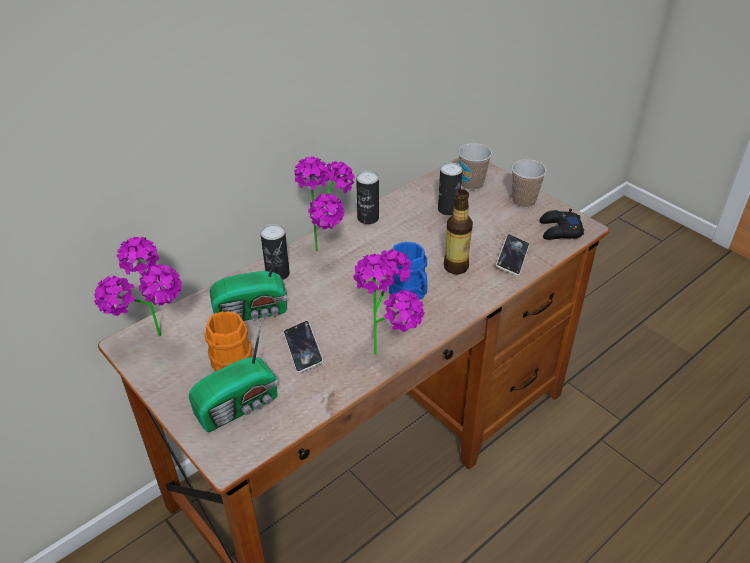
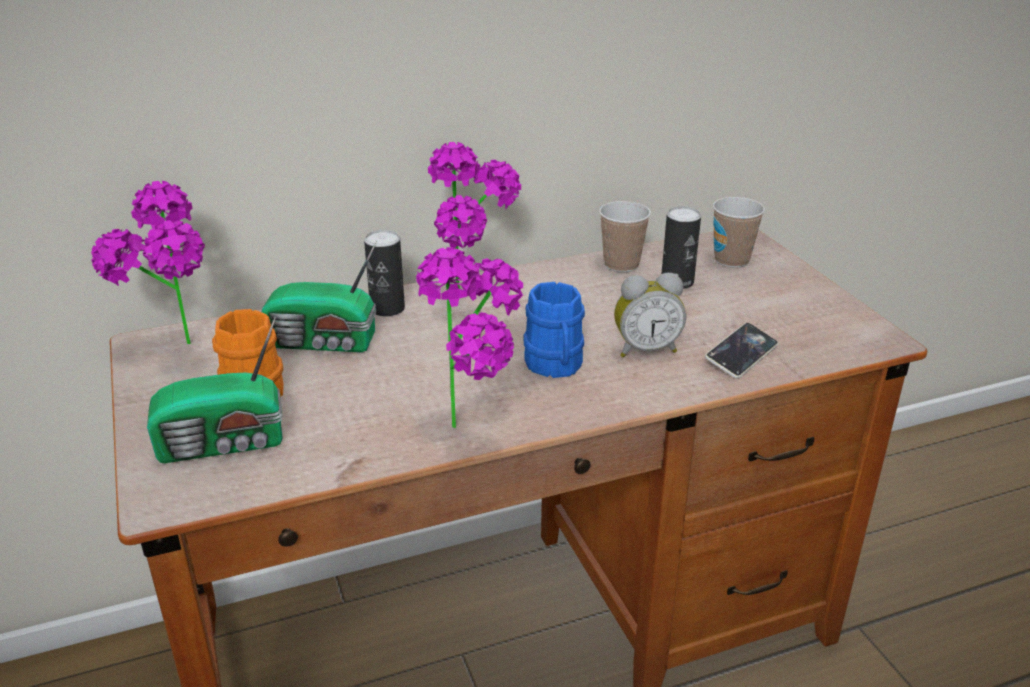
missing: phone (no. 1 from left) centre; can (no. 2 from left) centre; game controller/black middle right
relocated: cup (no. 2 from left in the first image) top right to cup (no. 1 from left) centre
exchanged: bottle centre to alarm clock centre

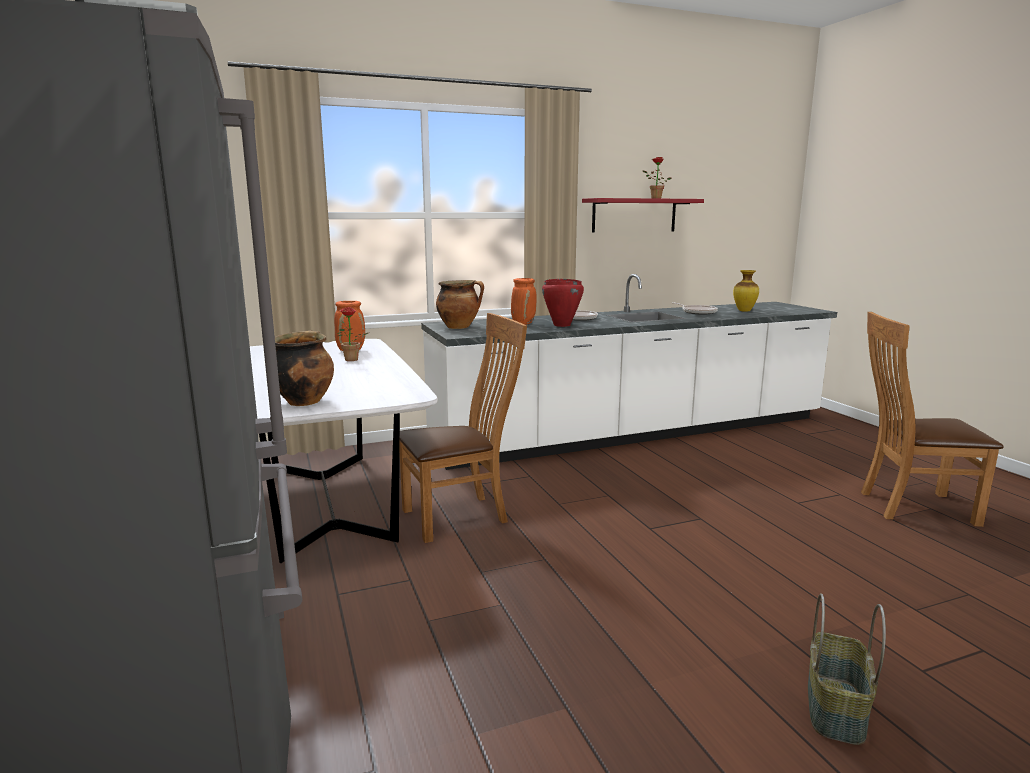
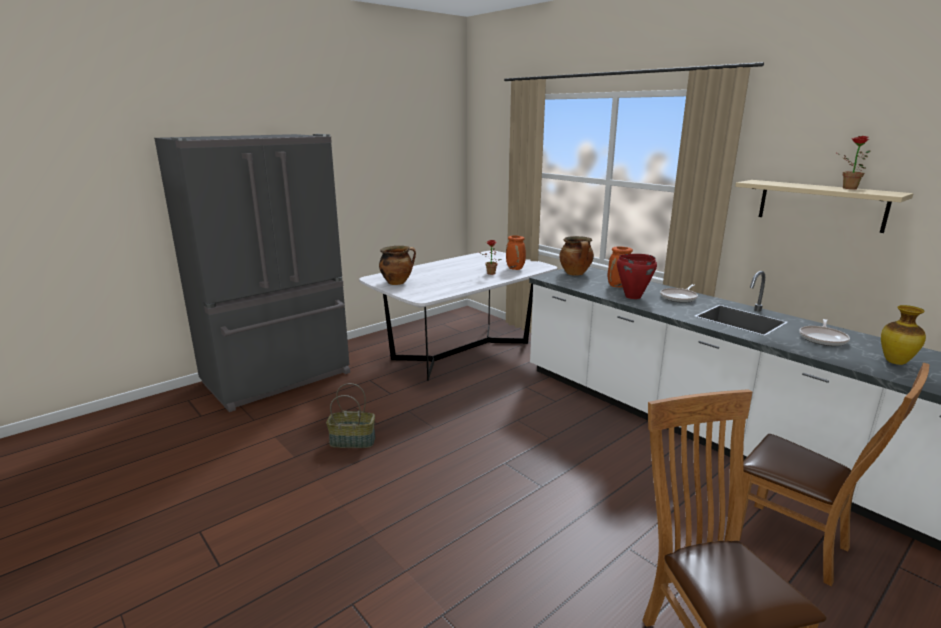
relocated: chair/brown (no. 1 from left in the first image) centre to chair/brown (no. 2 from left) bottom right; basket bottom right to centre
colour: shelf/red top centre to shelf/beige top right

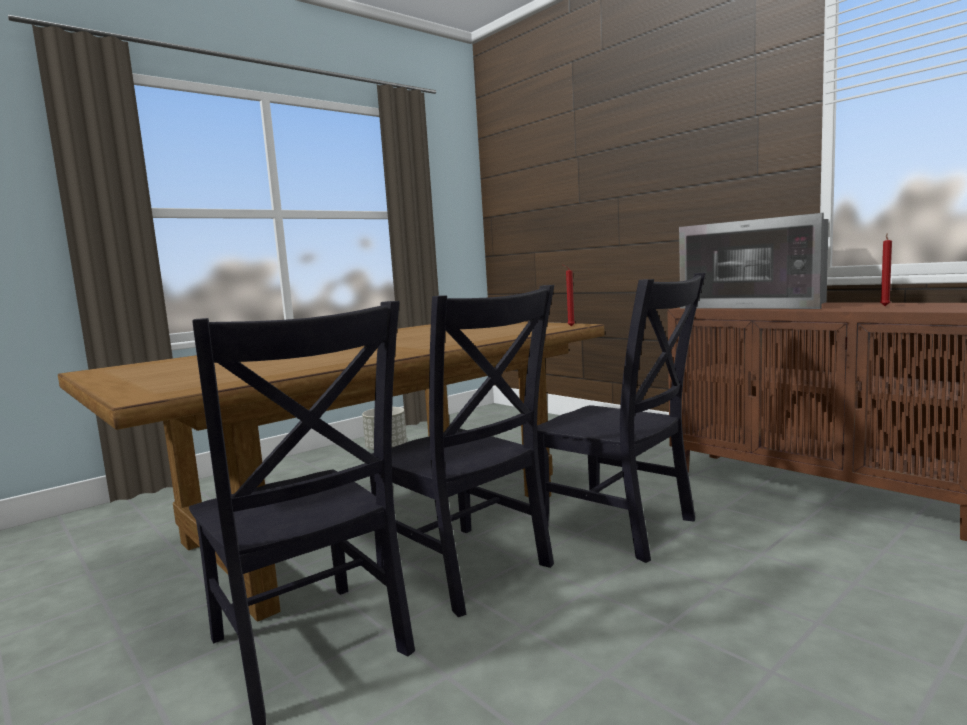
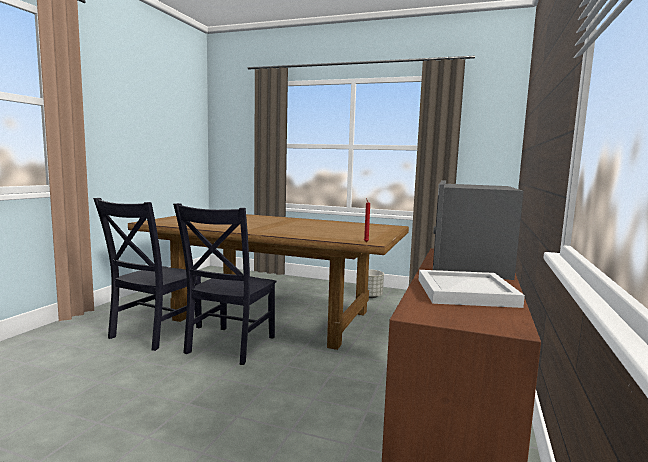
missing: chair/black (no. 3 from left) centre
exchanged: candle/red (no. 2 from left) middle right to tray/white middle right

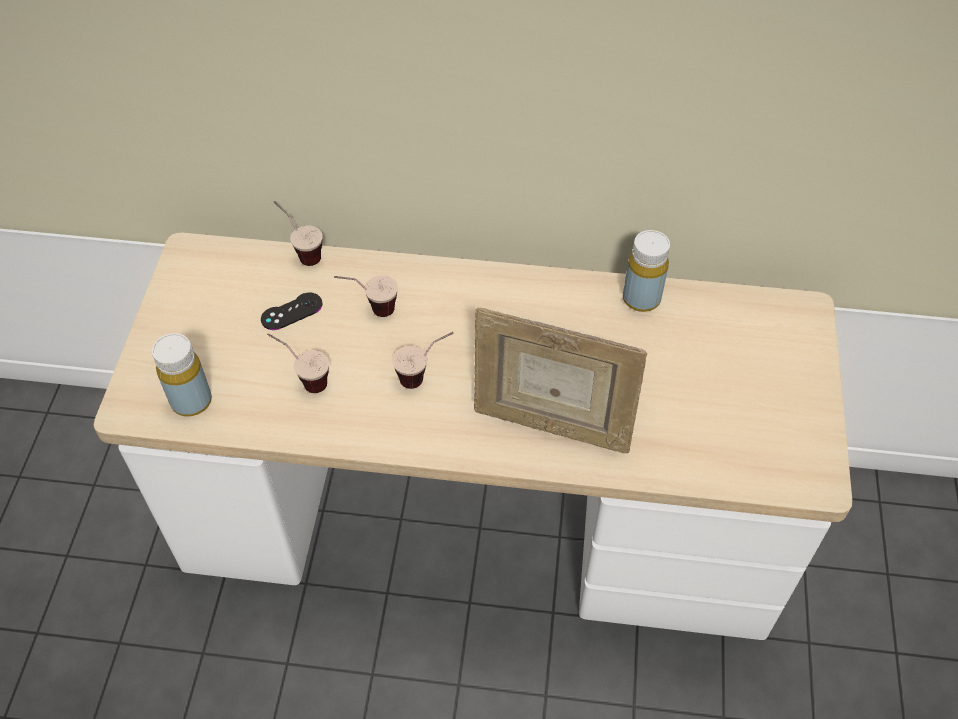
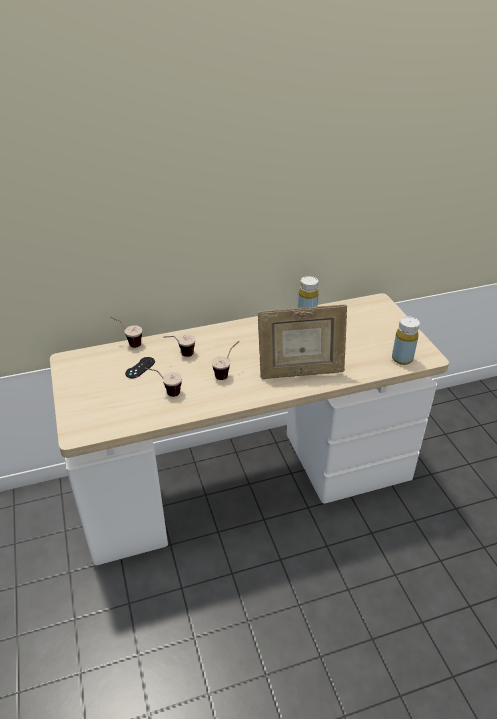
relocated: bottle/yellow (no. 1 from left in the first image) middle left to bottle/yellow (no. 2 from left) middle right

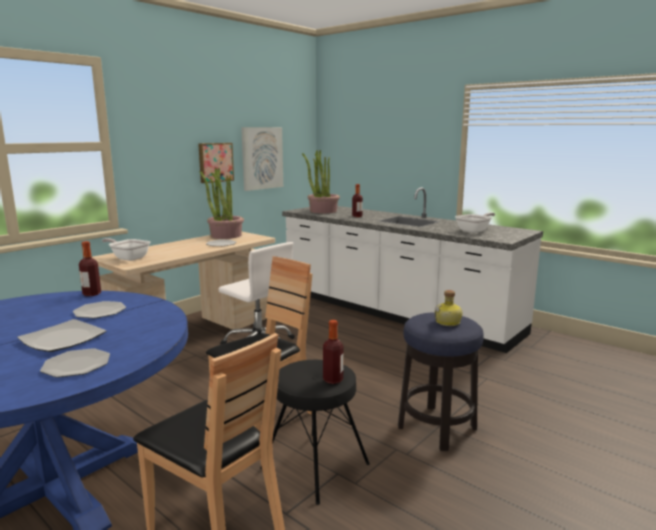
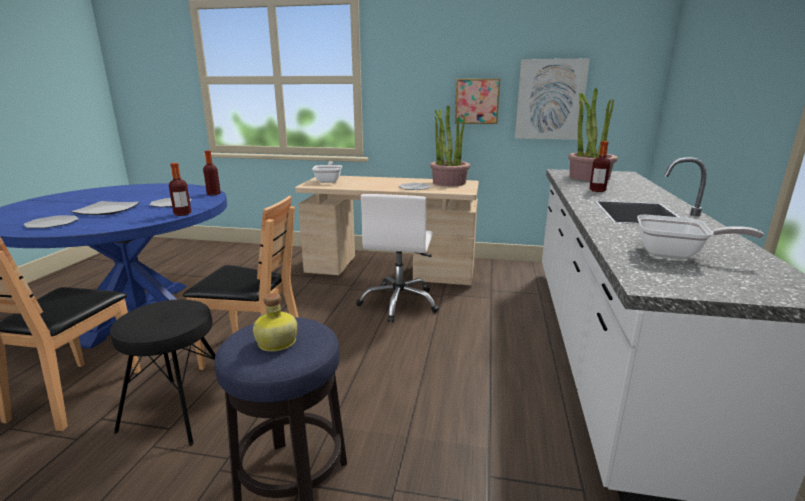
relocated: bottle (no. 2 from left in the first image) centre to bottle (no. 1 from left) middle left

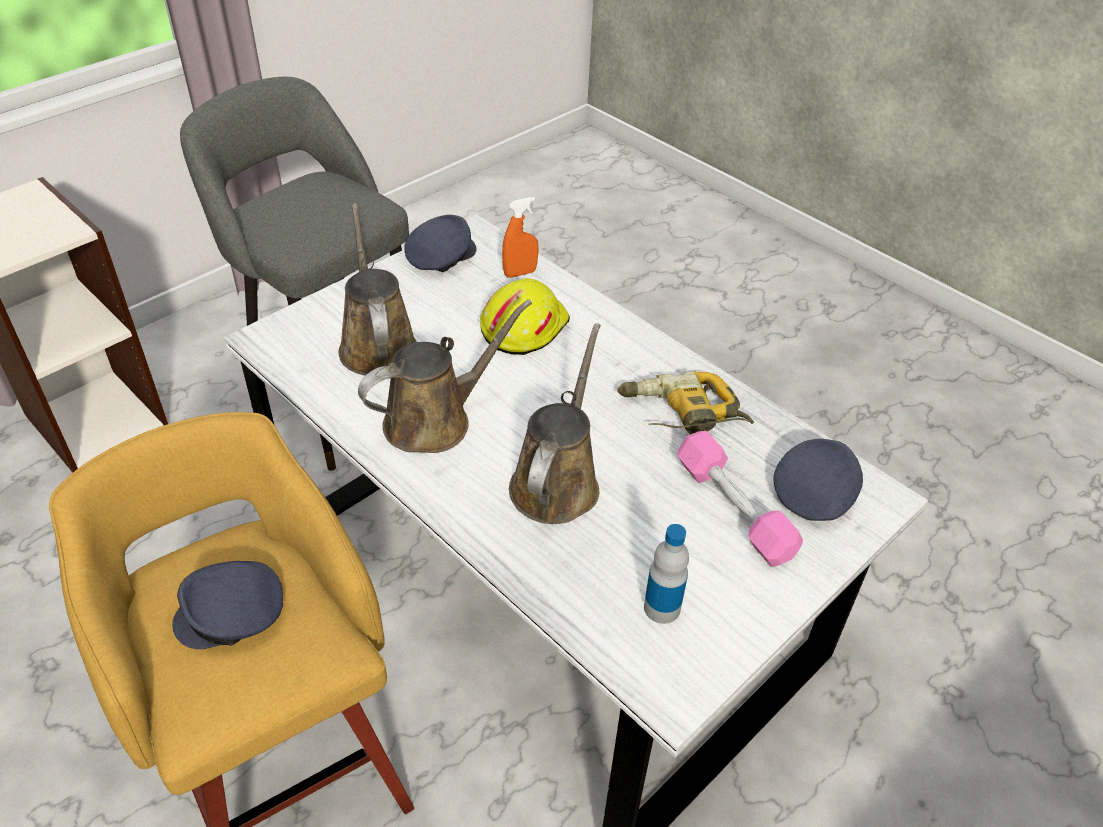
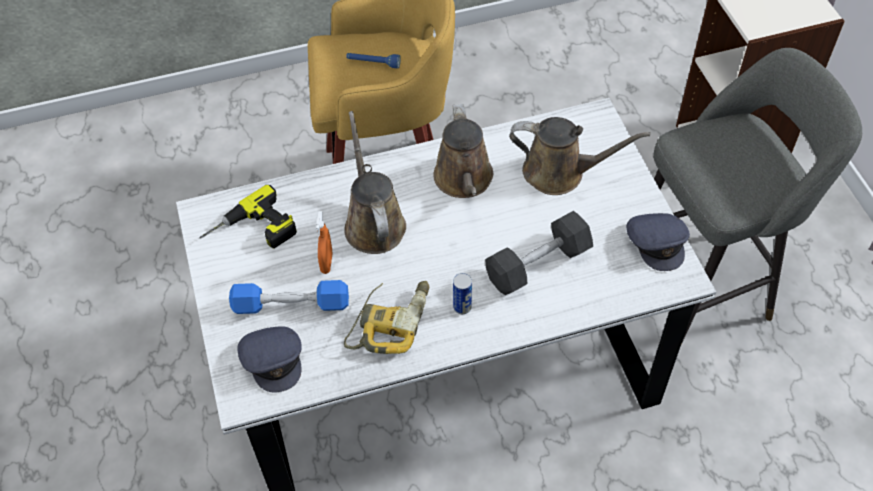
appeared: can centre
relocated: spray bottle/orange top centre to centre
exchanged: cap/grey (no. 1 from left) bottom left to flashlight/blue top centre; hard hat/yellow centre to dumbbell/grey centre; bottle bottom centre to power drill (no. 1 from left) middle left
colour: dumbbell/pink middle right to dumbbell/blue middle left
spun: watering can/brown (no. 3 from left in the first image) centre = centre 150 degrees counterclockwise

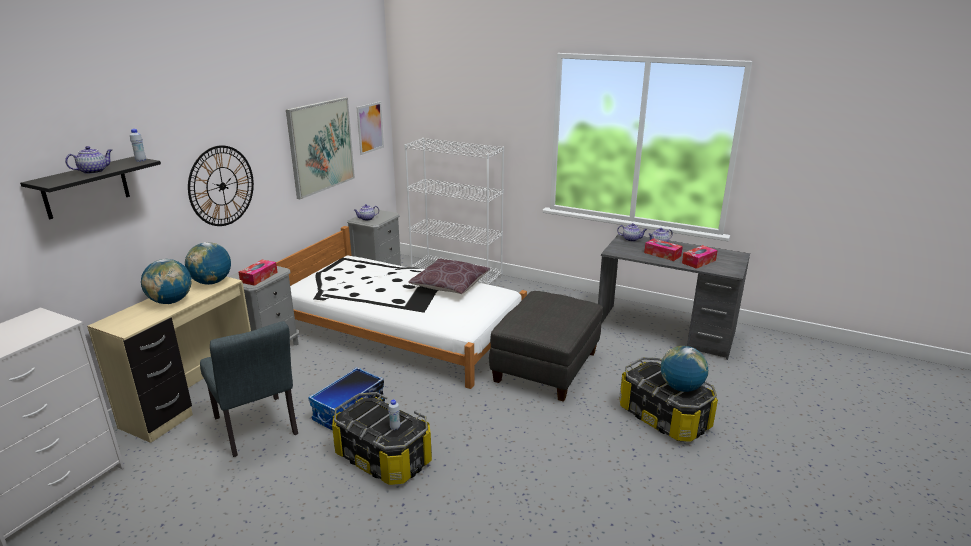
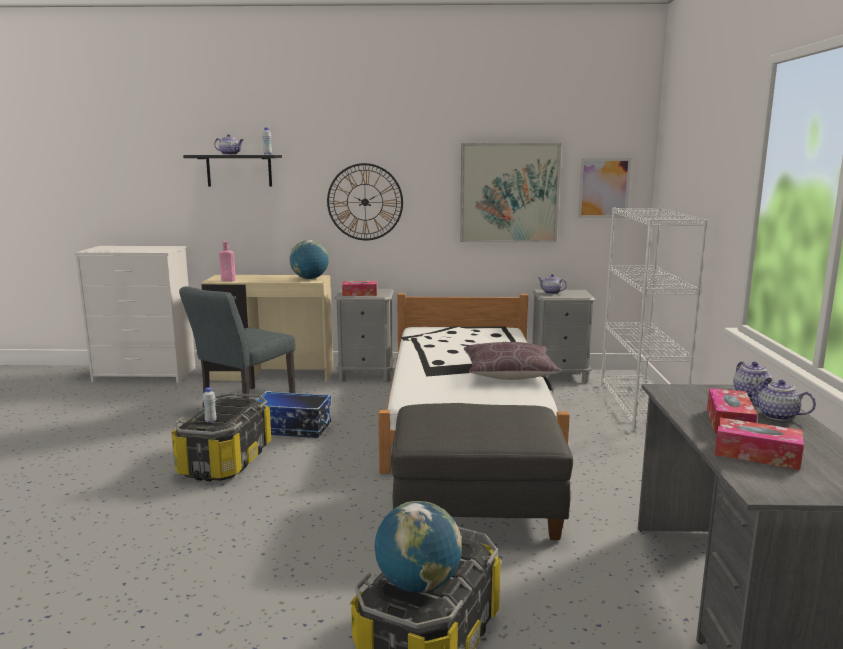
missing: globe (no. 1 from left) middle left
appeared: bottle/pink middle left

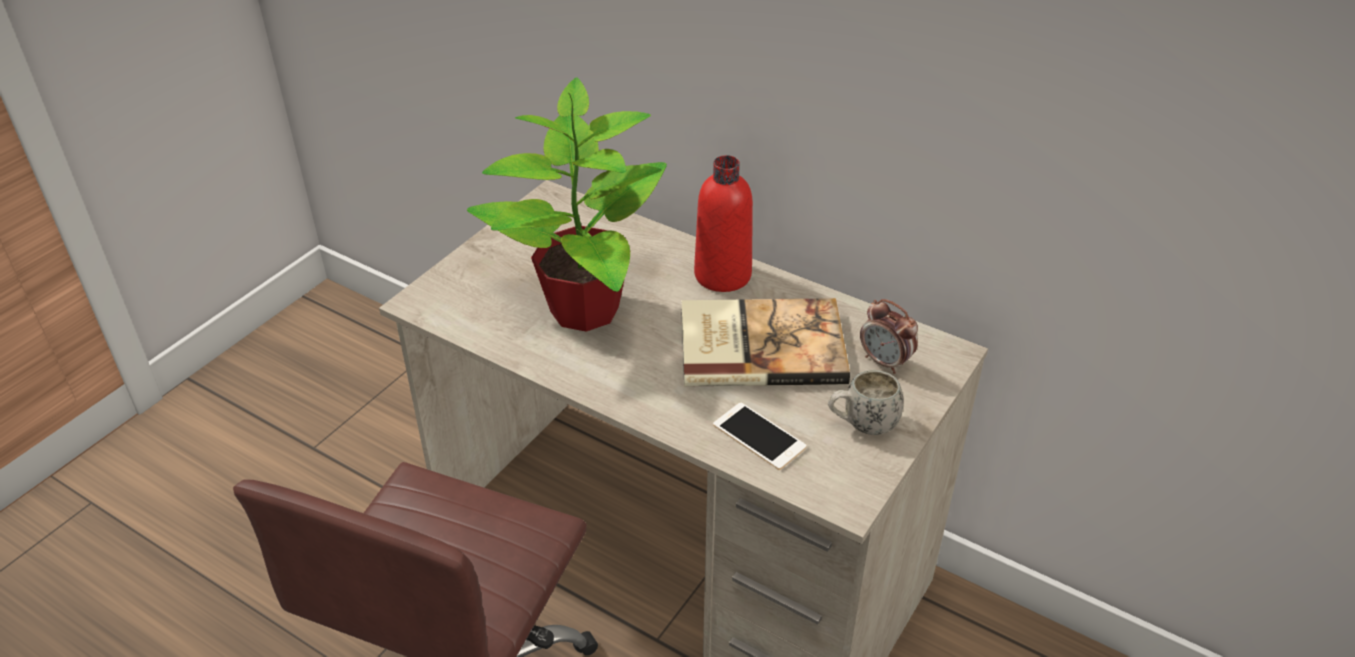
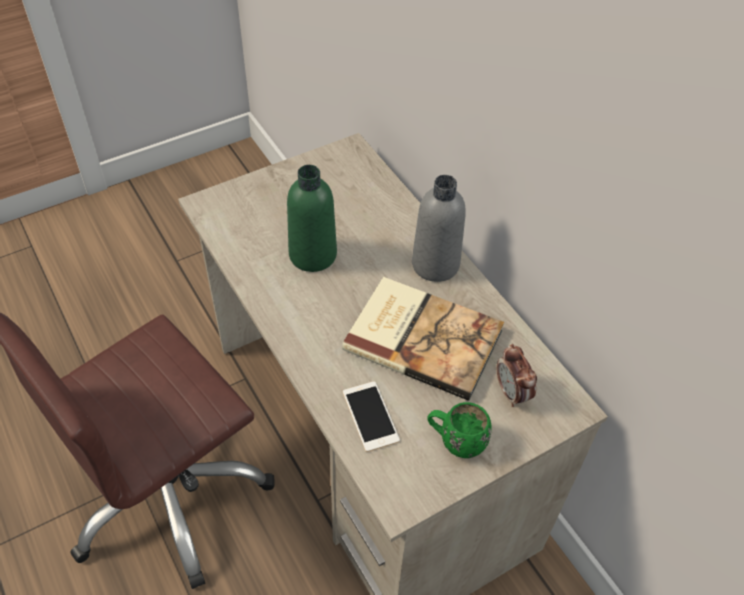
exchanged: potted plant top centre to bottle/green centre
colour: bottle/red centre to bottle/grey centre; mug/white centre to mug/green bottom centre

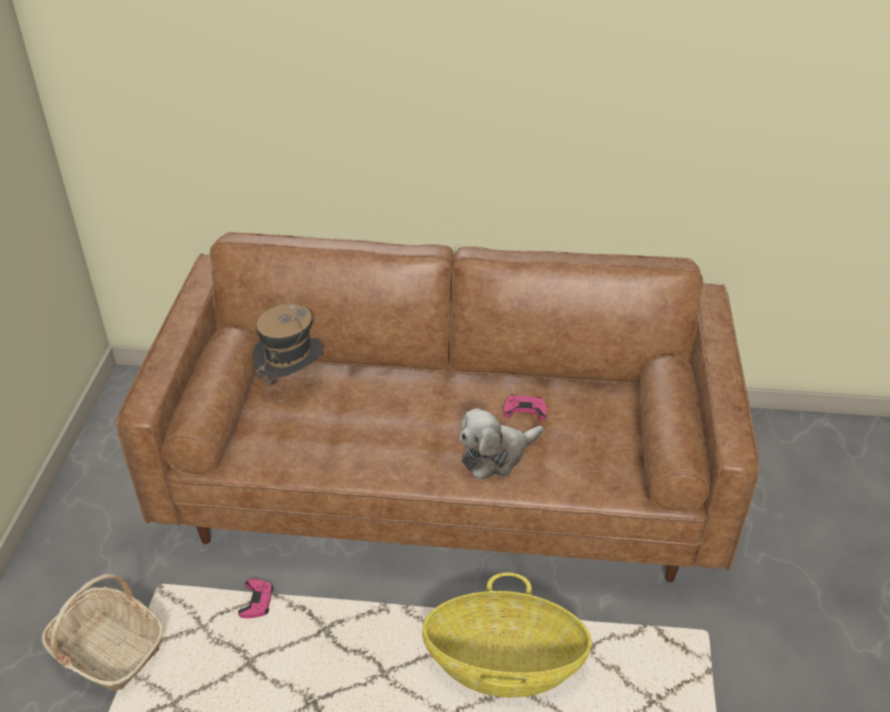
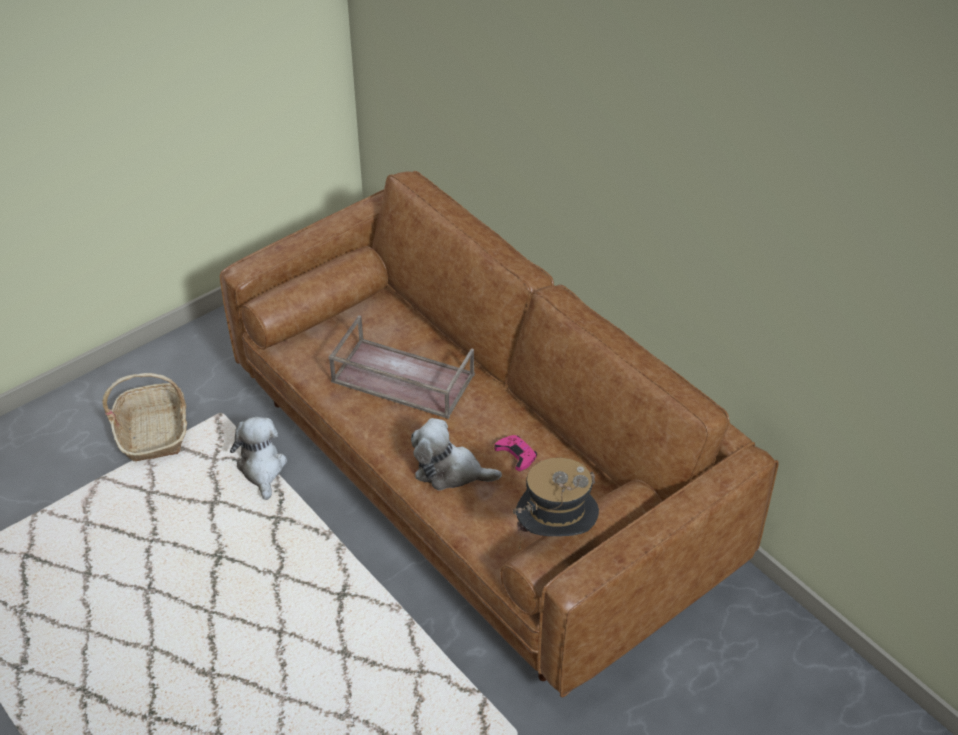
missing: basket (no. 2 from left) bottom centre
appeared: tray/brown centre
relocated: hat middle left to bottom centre
exchanged: game controller/pink (no. 1 from left) bottom left to plush toy (no. 1 from left) middle left

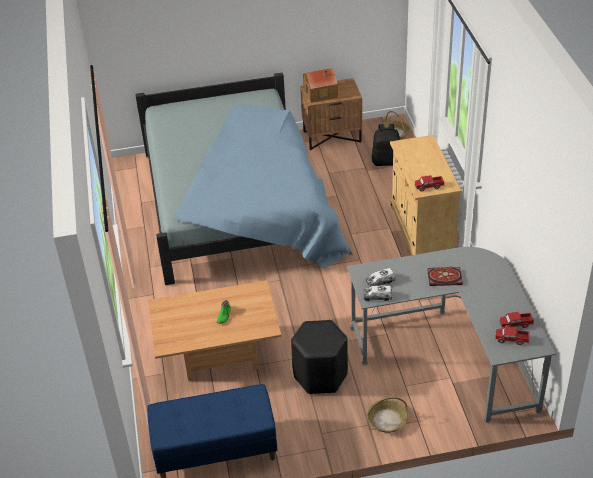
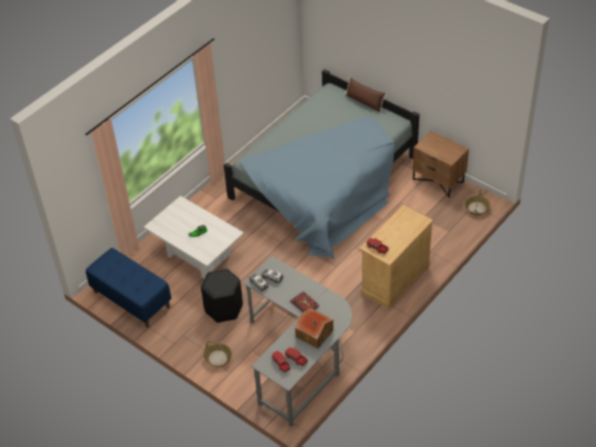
missing: backpack/black top centre
appeared: pillow/brown top centre
relocated: toy house top centre to bottom centre
colour: coffee table/brown bottom centre to coffee table/white middle left

